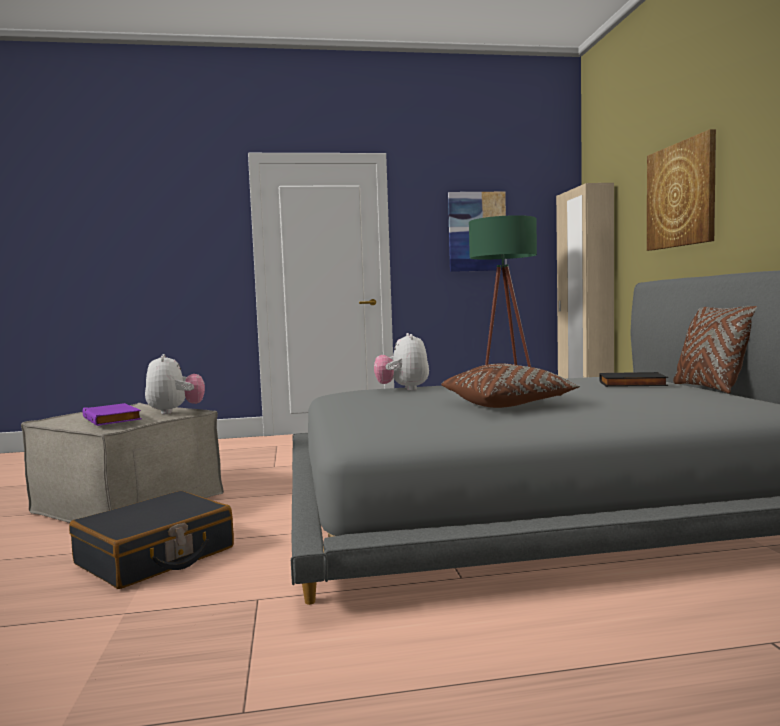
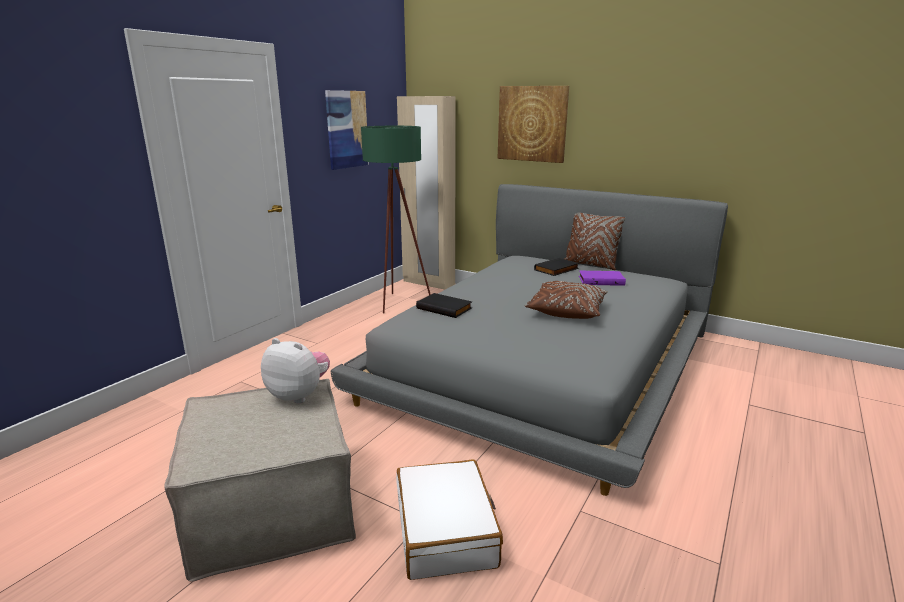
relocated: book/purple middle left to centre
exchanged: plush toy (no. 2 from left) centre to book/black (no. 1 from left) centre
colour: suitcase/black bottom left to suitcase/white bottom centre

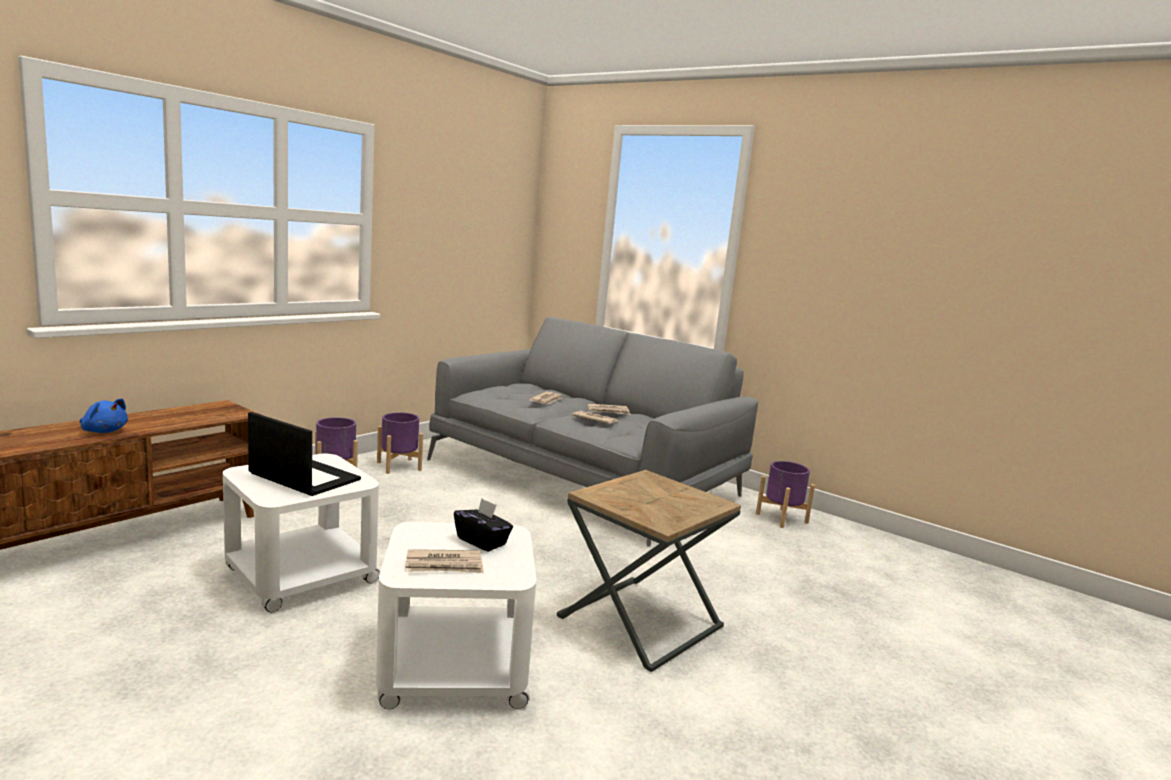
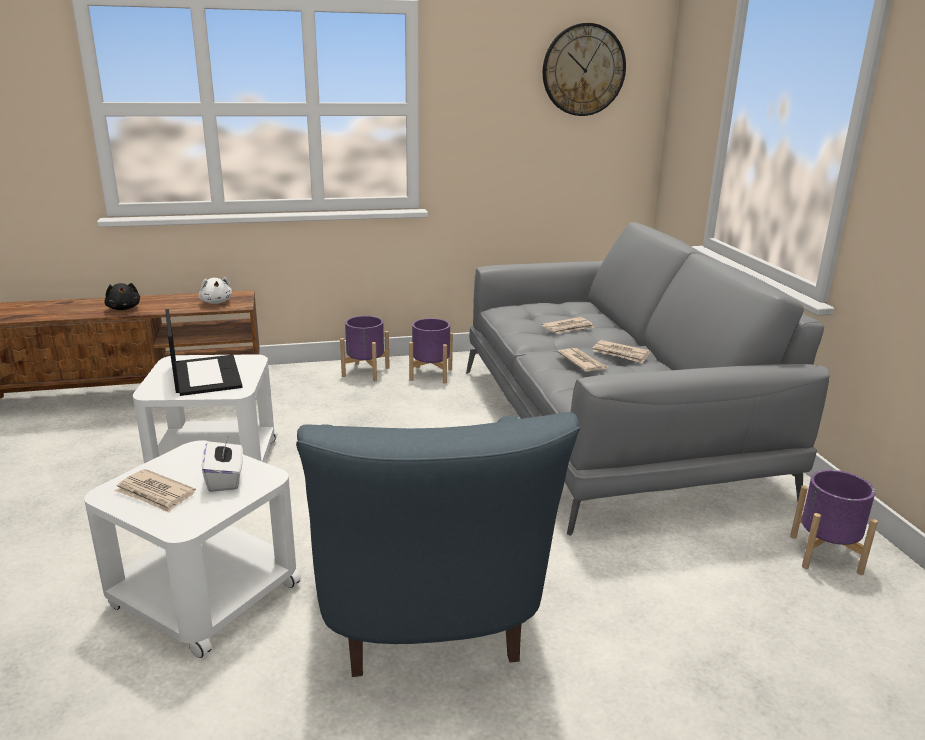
appeared: plush toy/white middle left; wall clock top centre
exchanged: side table/brown bottom centre to armchair/blue bottom centre
colour: plush toy/blue middle left to plush toy/black middle left; tissue box/black bottom centre to tissue box/white middle left

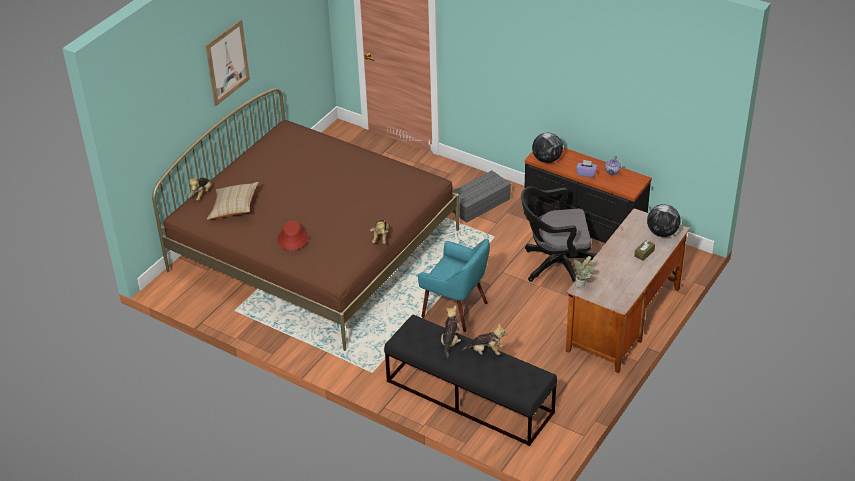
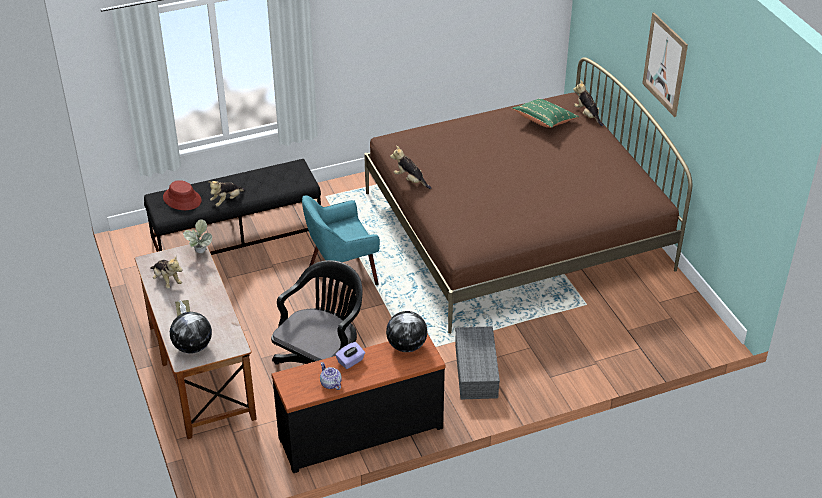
relocated: hat/red centre to middle left; plush toy (no. 3 from left in the first image) bottom centre to plush toy (no. 1 from left) middle left
colour: pillow/beige middle left to pillow/green top centre

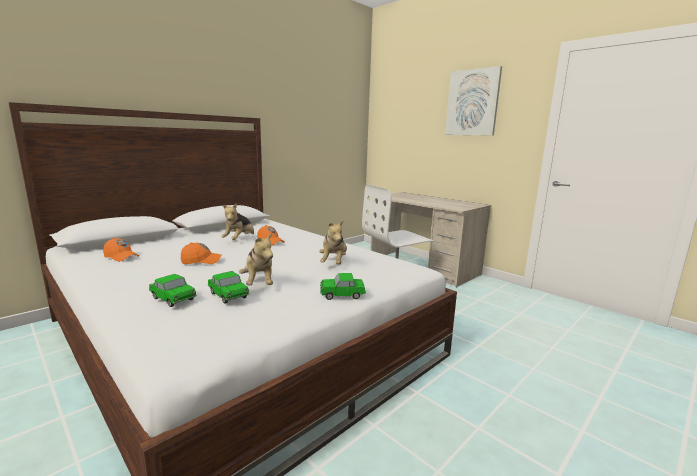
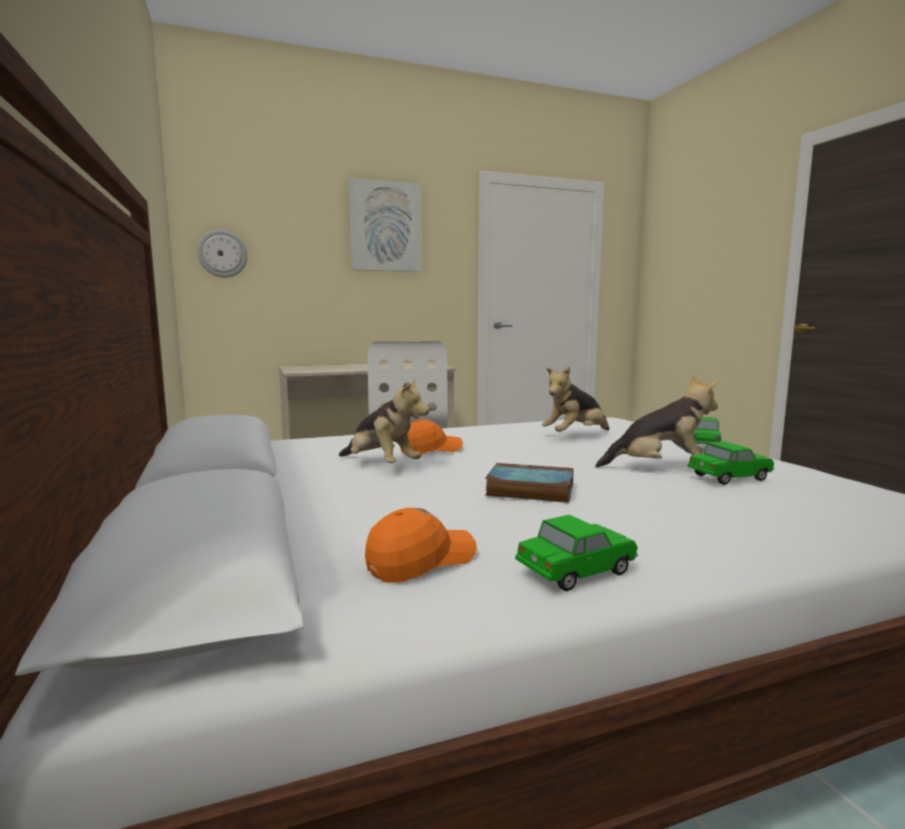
appeared: wall clock top left
relocated: toy car (no. 1 from left) middle left to bottom centre
exchanged: cap/orange (no. 2 from left) middle left to book centre
spun: plush toy (no. 3 from left in the first image) centre = centre 120 degrees clockwise

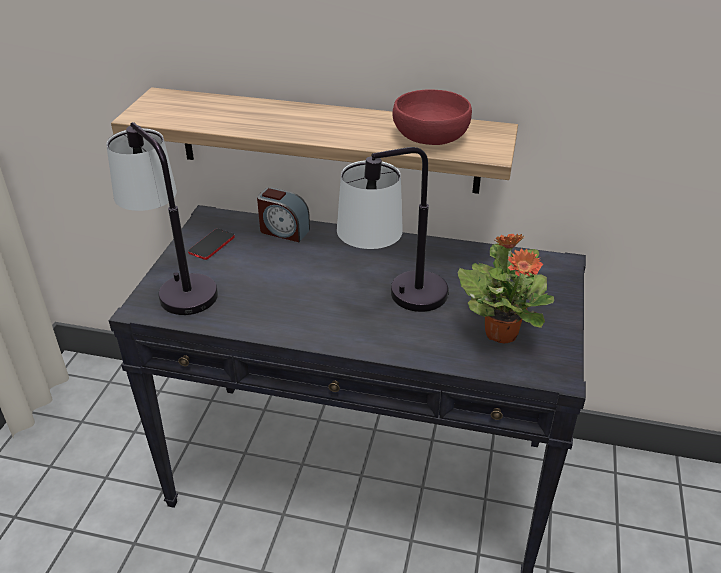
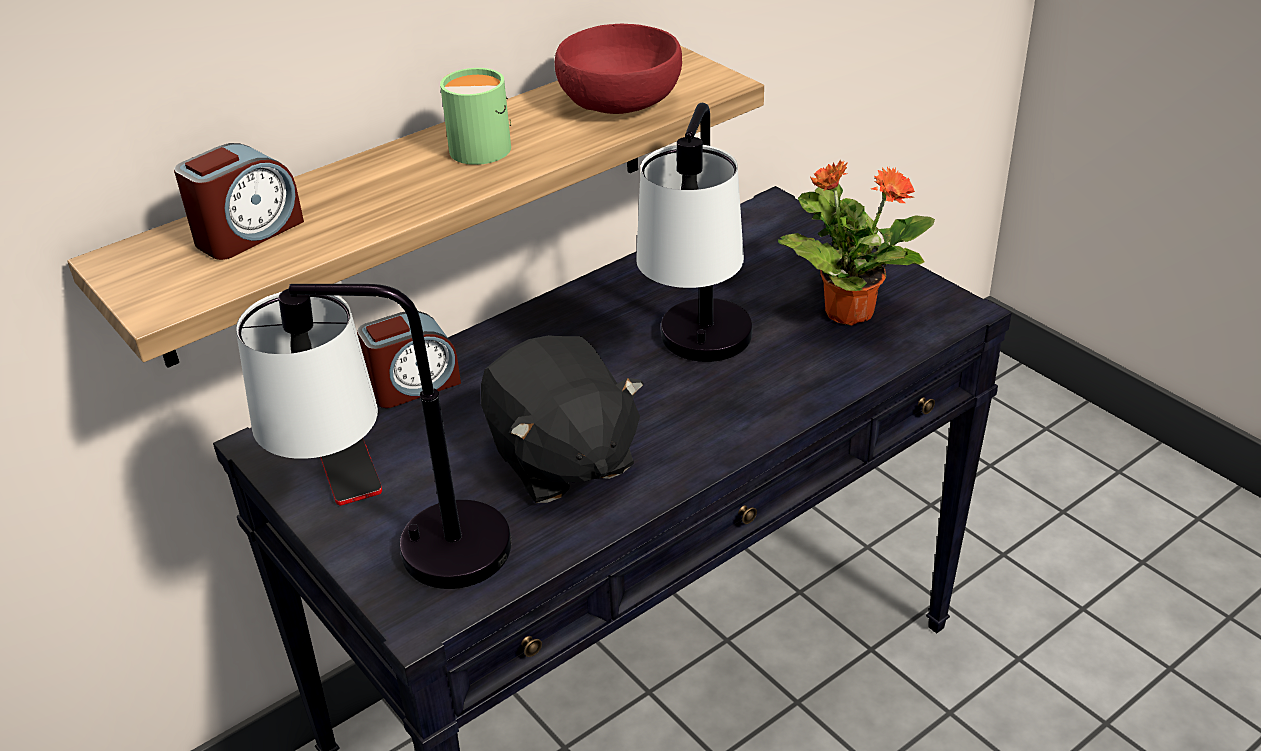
appeared: alarm clock (no. 1 from left) top left; mug/green top centre; plush toy/black centre

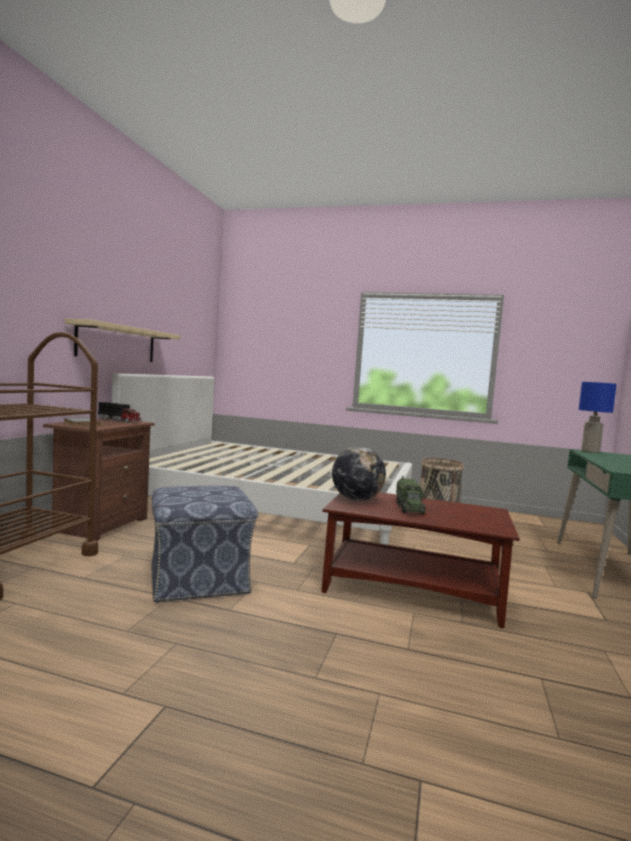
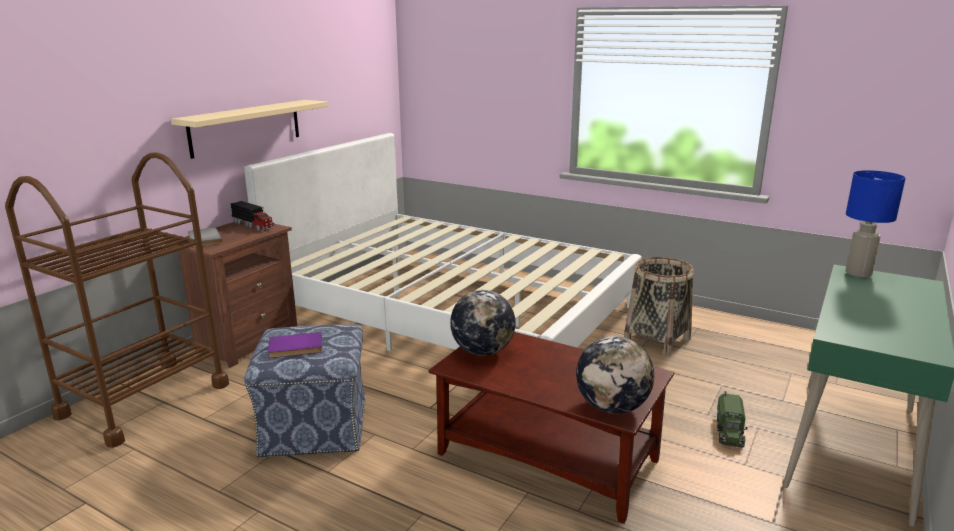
appeared: book/purple middle left; globe (no. 2 from left) bottom centre
relocated: toy truck (no. 2 from left) centre to bottom right

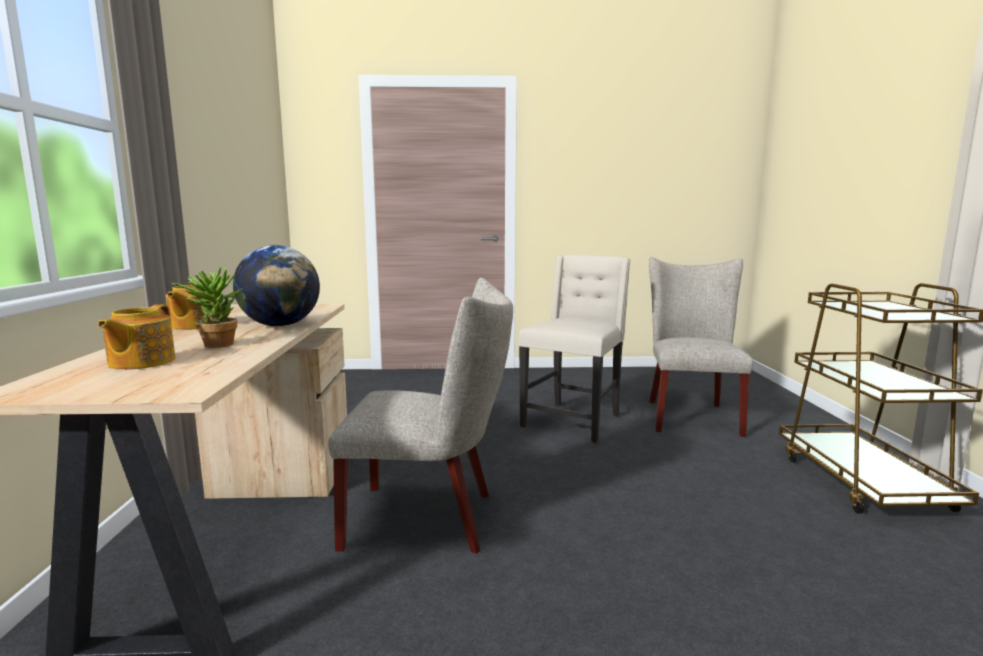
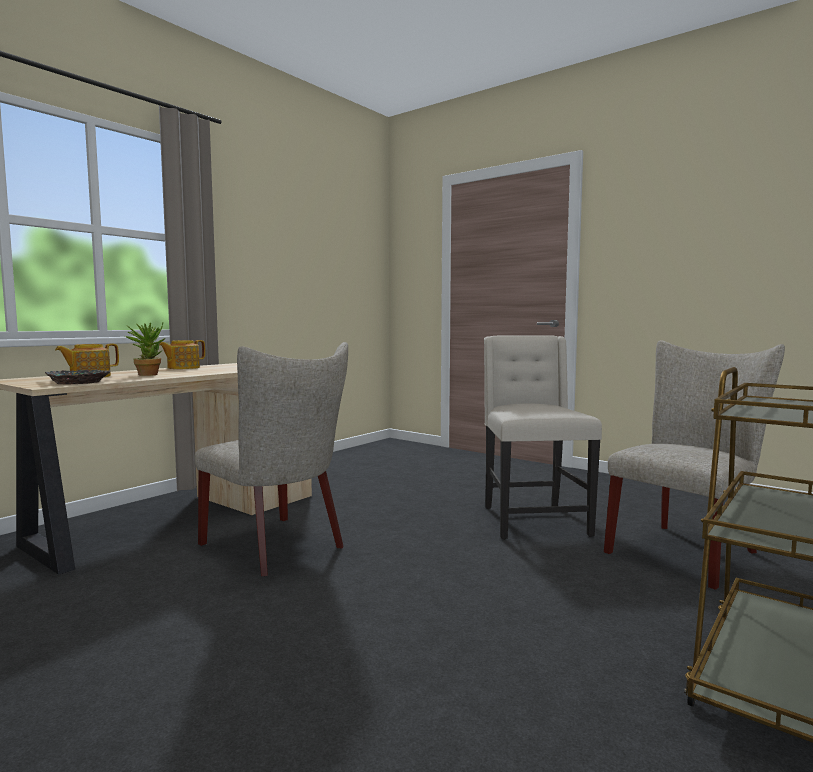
missing: globe middle left
appeared: bowl middle left
spun: chair/beige (no. 2 from left) centre = middle right 75 degrees counterclockwise

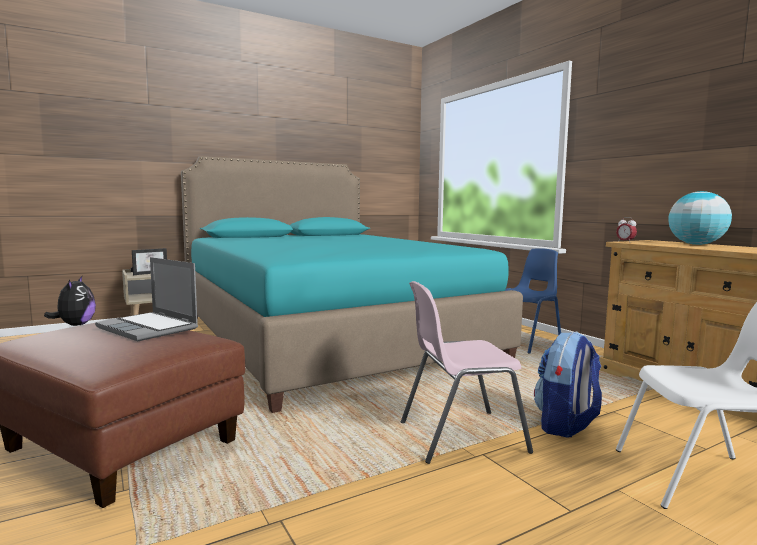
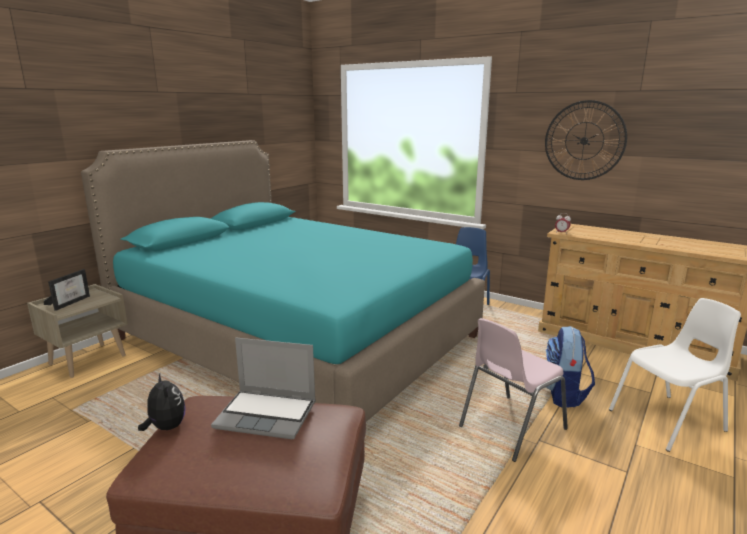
missing: globe middle right
appeared: wall clock top right

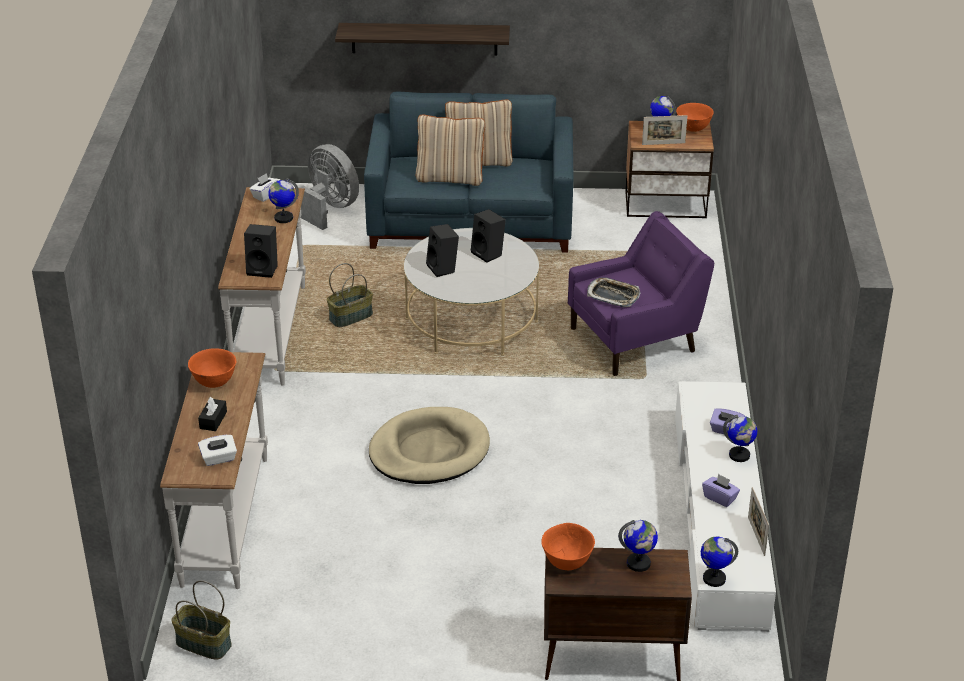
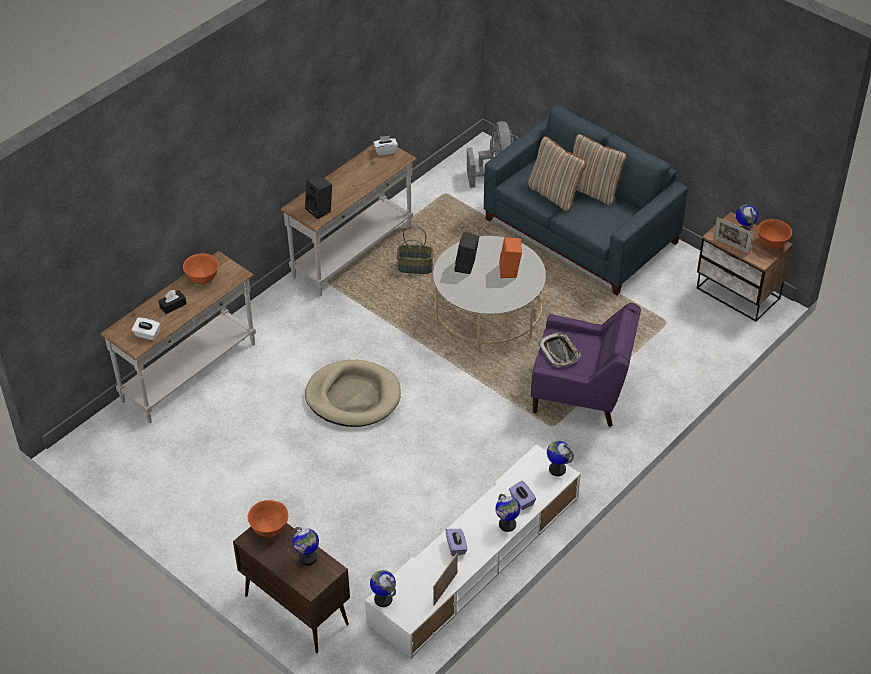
missing: basket (no. 1 from left) bottom left; shelf top centre
relocated: globe (no. 1 from left in the first image) top left to globe (no. 4 from left) bottom centre
colour: speaker/black (no. 3 from left) centre to speaker/orange centre

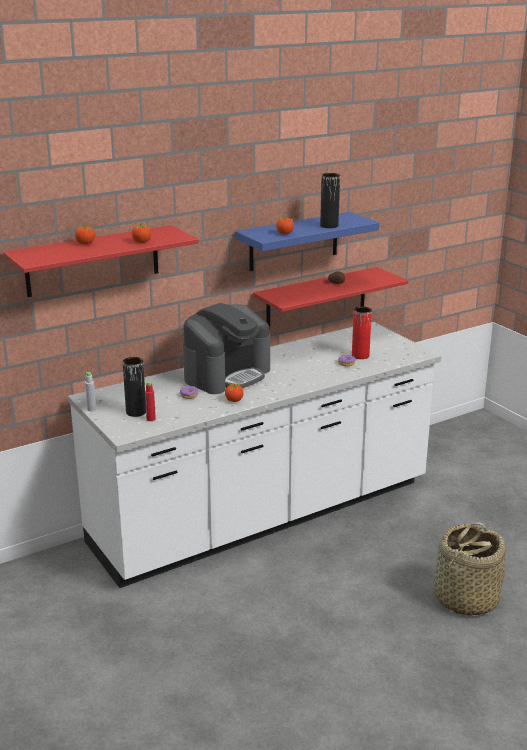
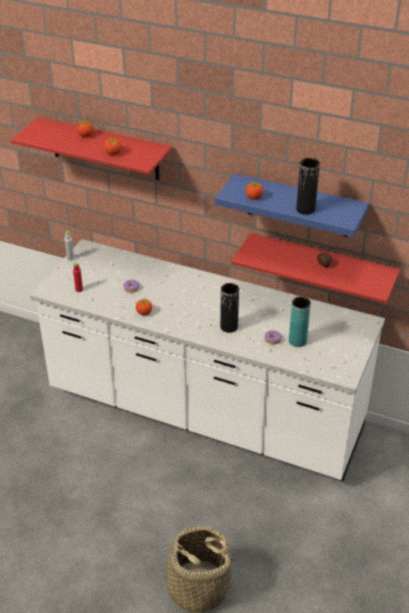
missing: coffee machine centre
relocated: vase/black (no. 1 from left) middle left to centre
colour: vase/red middle right to vase/turquoise middle right

